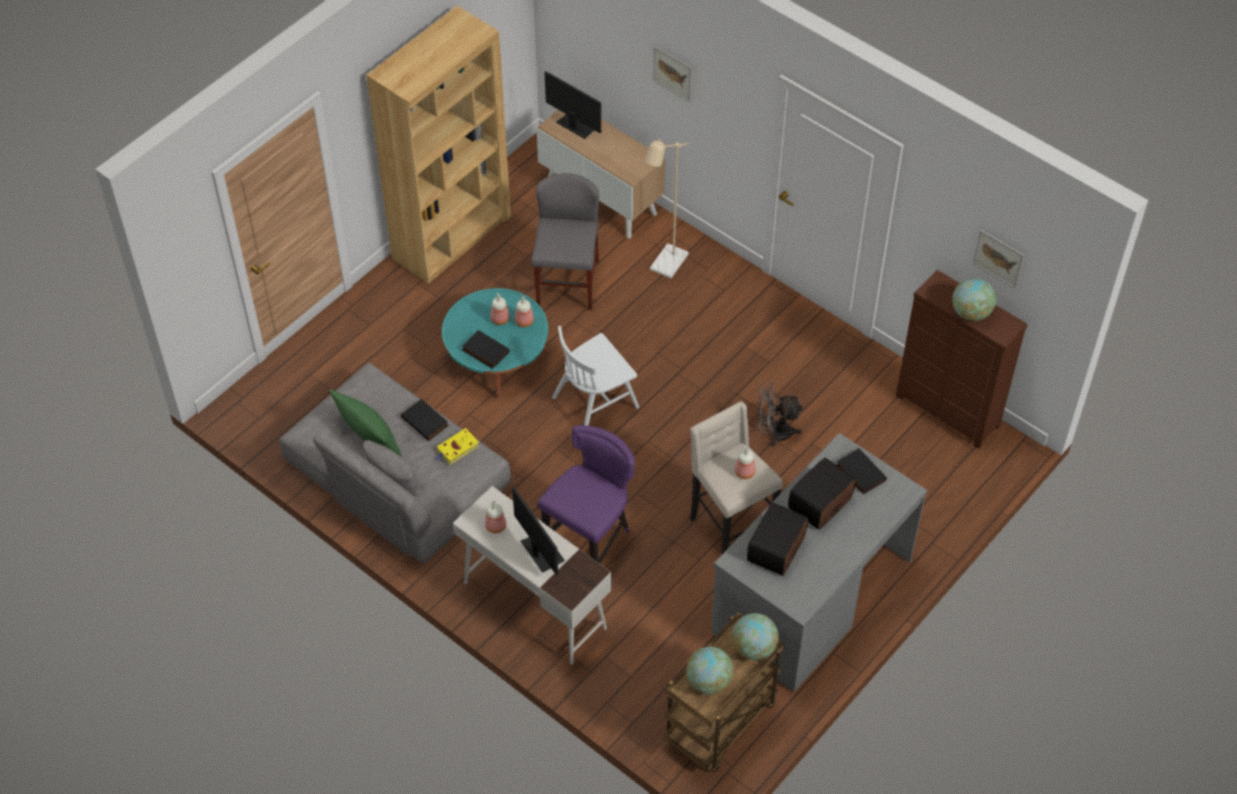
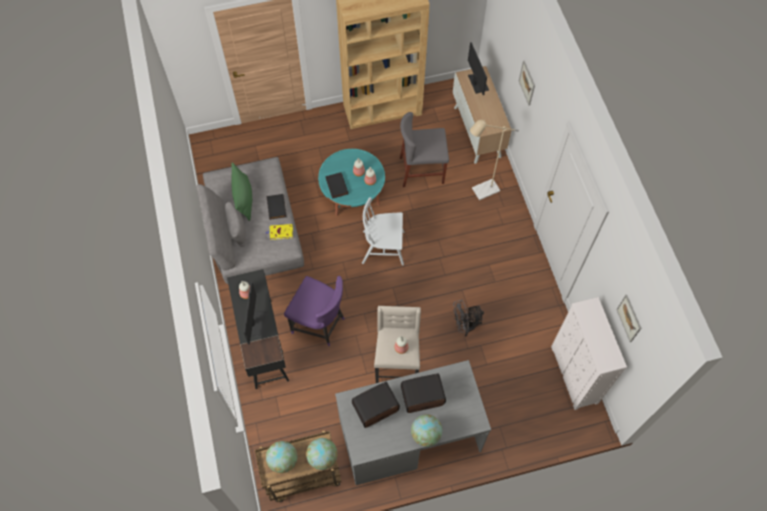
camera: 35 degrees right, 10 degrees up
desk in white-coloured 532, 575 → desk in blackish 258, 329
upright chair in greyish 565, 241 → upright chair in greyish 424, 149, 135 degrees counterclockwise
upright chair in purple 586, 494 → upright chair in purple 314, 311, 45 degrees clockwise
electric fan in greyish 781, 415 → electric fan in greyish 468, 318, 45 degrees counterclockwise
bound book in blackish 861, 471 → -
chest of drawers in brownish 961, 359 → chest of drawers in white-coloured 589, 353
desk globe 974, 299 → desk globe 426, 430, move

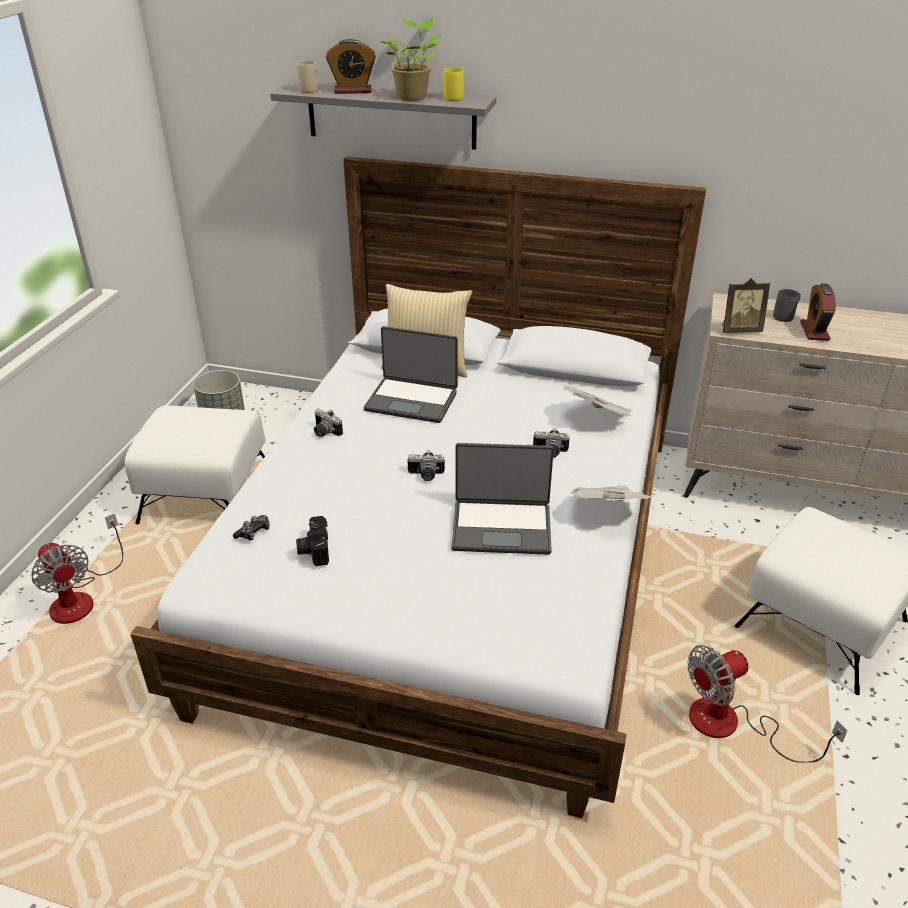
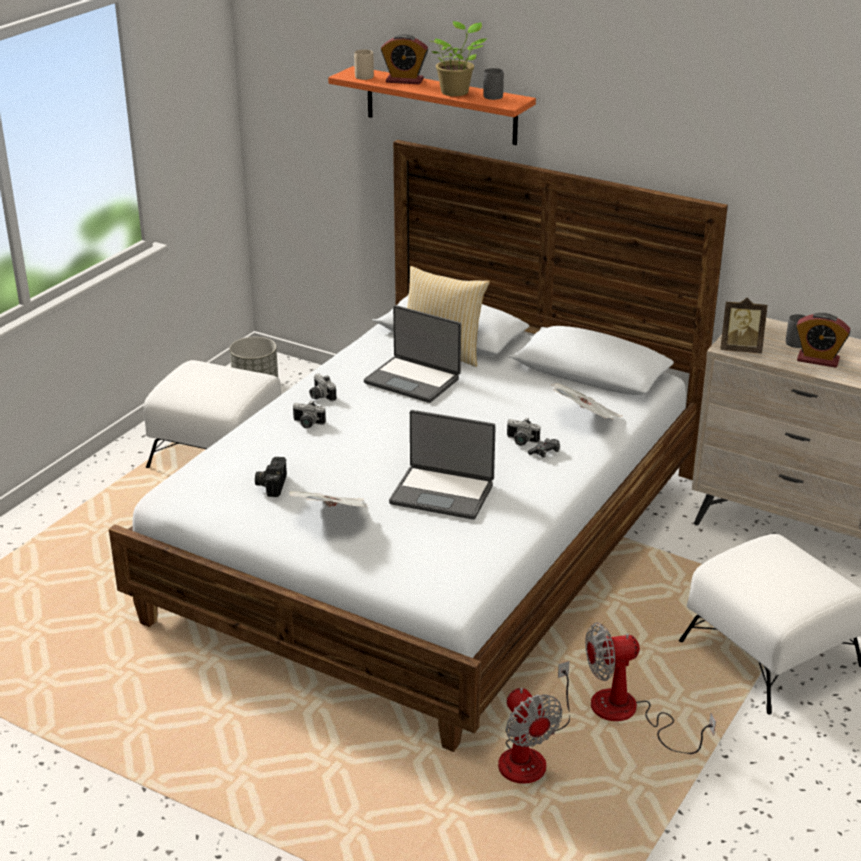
camera: 15 degrees right, 5 degrees down
electric fan 77, 568 → electric fan 534, 722, move
joypad 251, 528 → joypad 544, 448, move
wall shelf in greyish 383, 116 → wall shelf in orange-coloured 432, 105
still camera 426, 465 → still camera 309, 414, move
mug in yellowish 453, 84 → mug in greyish 493, 84
newspaper 611, 493 → newspaper 328, 499, move
alarm clock 818, 312 → alarm clock 823, 340, 90 degrees counterclockwise

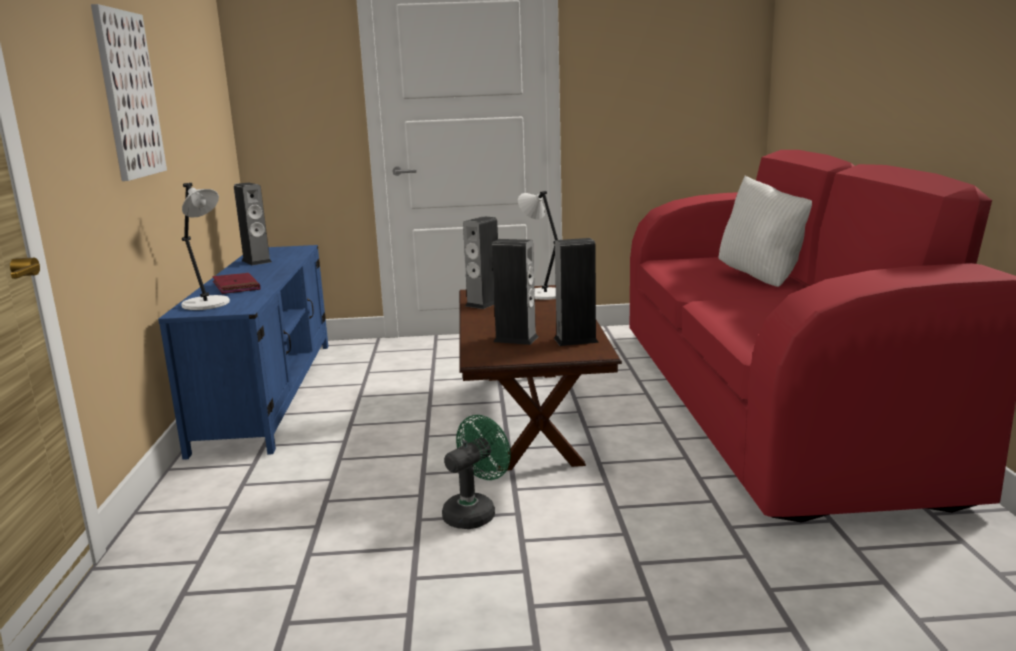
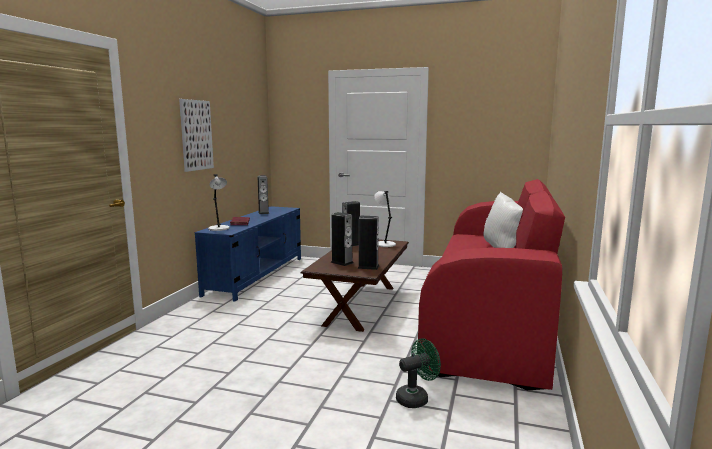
camera: 20 degrees right, 5 degrees down
electric fan in green-coloured 476, 472 → electric fan in green-coloured 418, 373, move

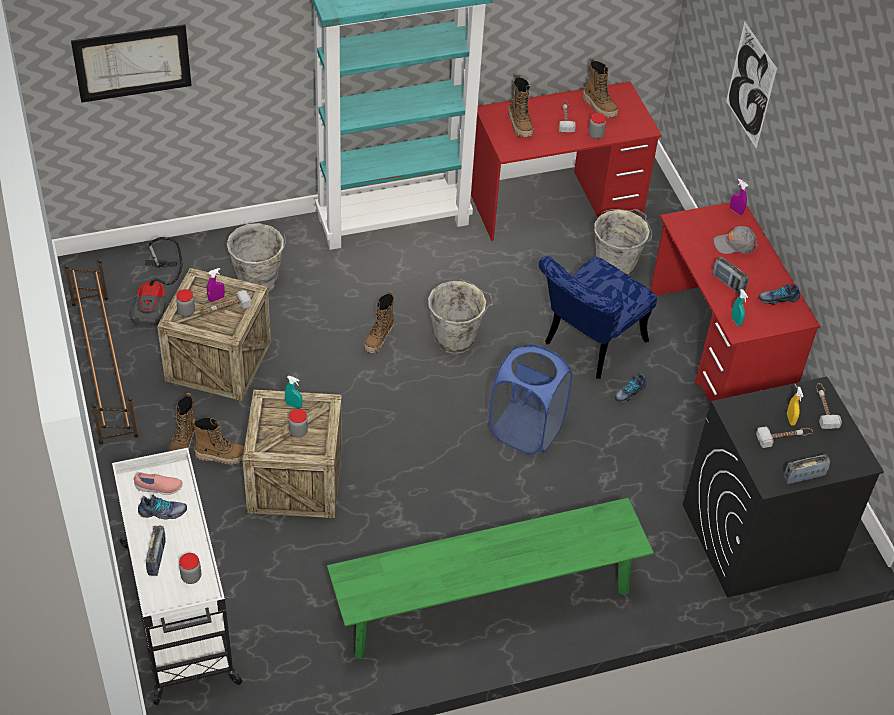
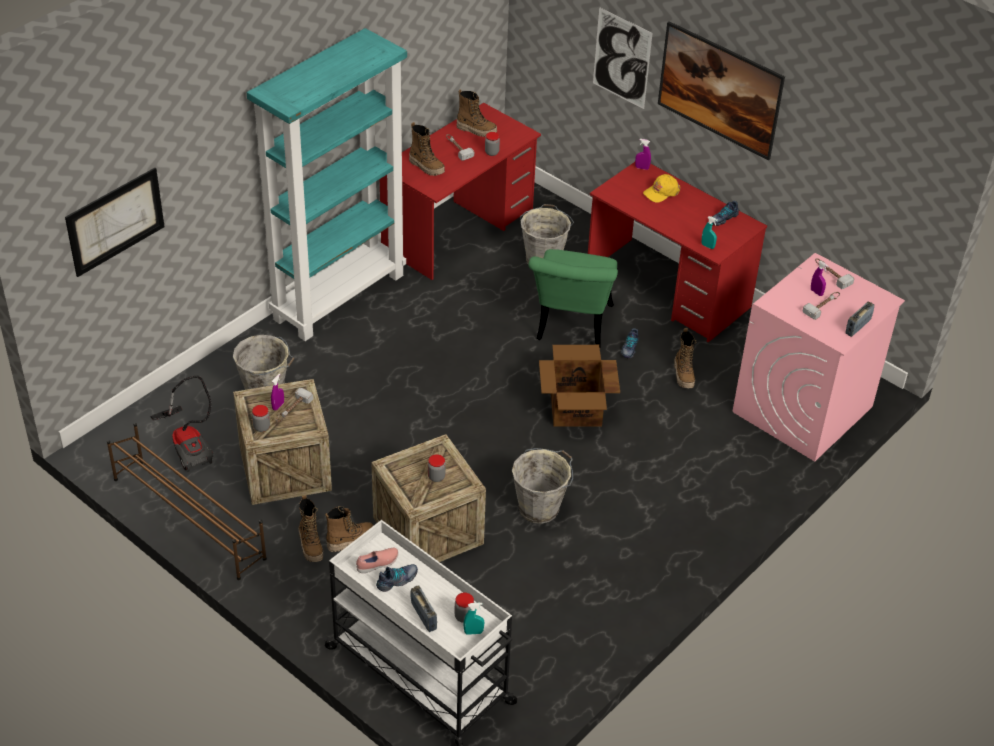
camera: 30 degrees left, 5 degrees down
hand sprayer in turquoise-coloured 293, 392 → hand sprayer in turquoise-coloured 474, 619, move
indoor bench in green-coloured 490, 578 → -
boot 379, 322 → boot 685, 358, move
bucket in greyish 460, 316 → bucket in greyish 542, 486, move
hamper in bluish 530, 399 → cardboard box 579, 386
upright chair in bluish 597, 317 → upright chair in green-coloured 573, 298
laundry machine in blackish 783, 487 → laundry machine in pink-coloured 819, 357
radio receiver 730, 275 → -
cap in greyish 736, 240 → cap in yellowish 661, 188
hand sprayer in yellowish 795, 406 → hand sprayer in purple 819, 278
- → wall art 721, 91

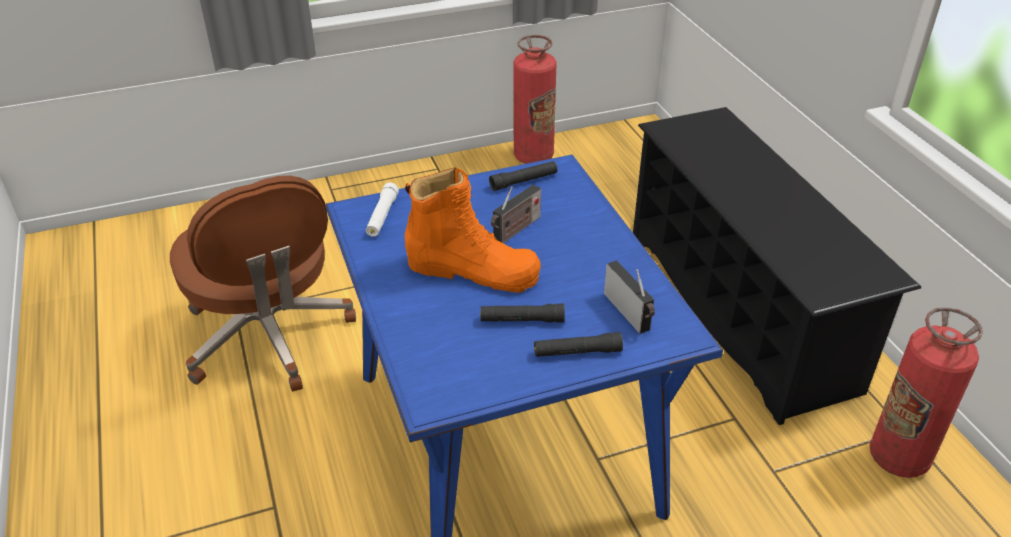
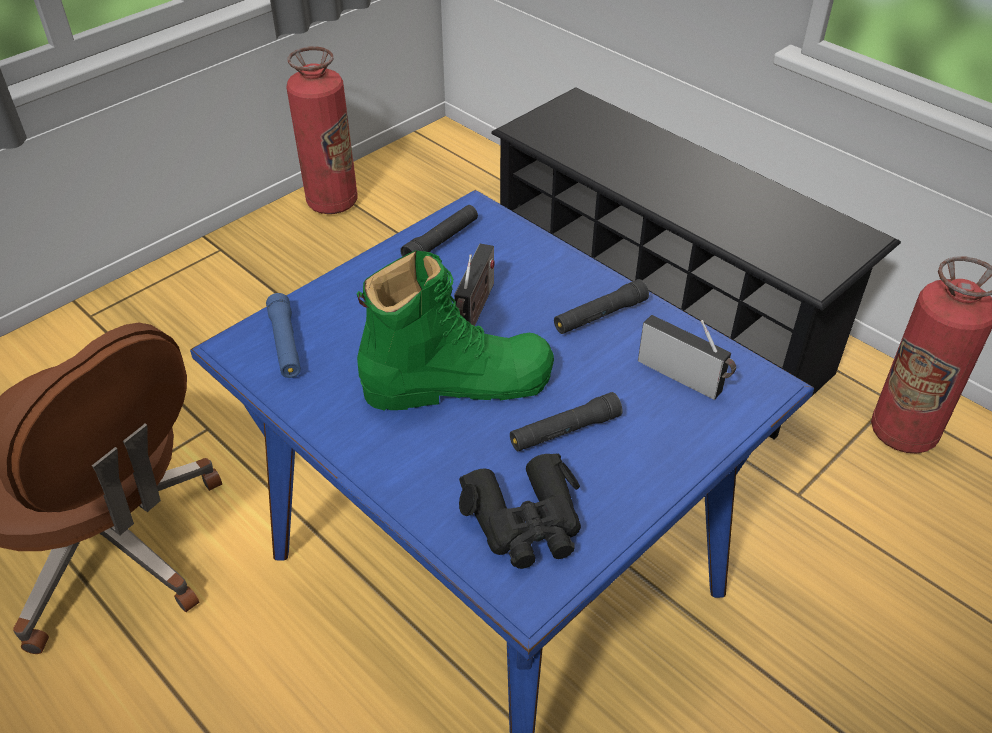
camera: 25 degrees left, 5 degrees up
hand torch in white-coloured 382, 210 → hand torch in bluish 283, 335
boot in orange-coloured 473, 230 → boot in green-coloured 455, 330
hand torch in blackish 578, 344 → hand torch in blackish 601, 306, move
- → binoculars in blackish 520, 511

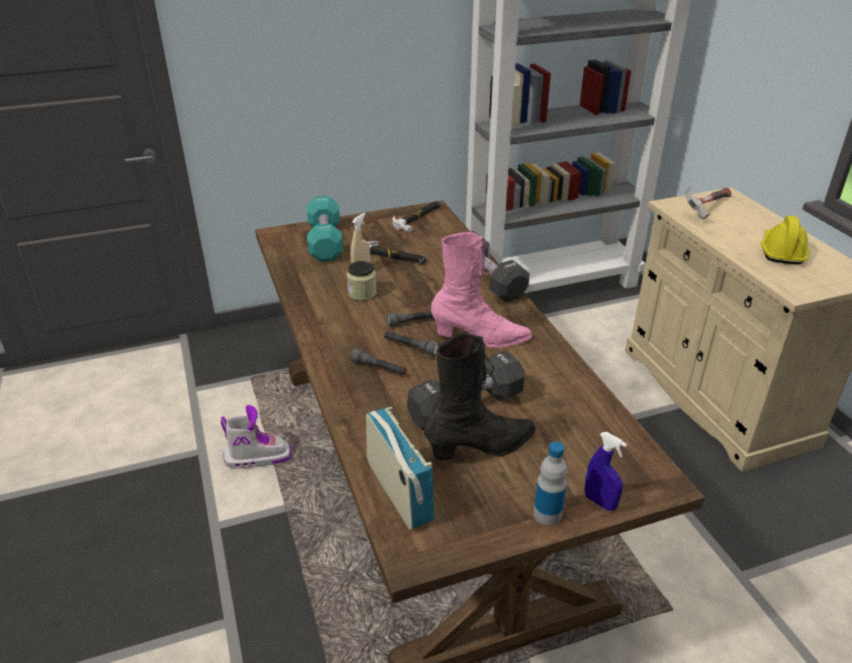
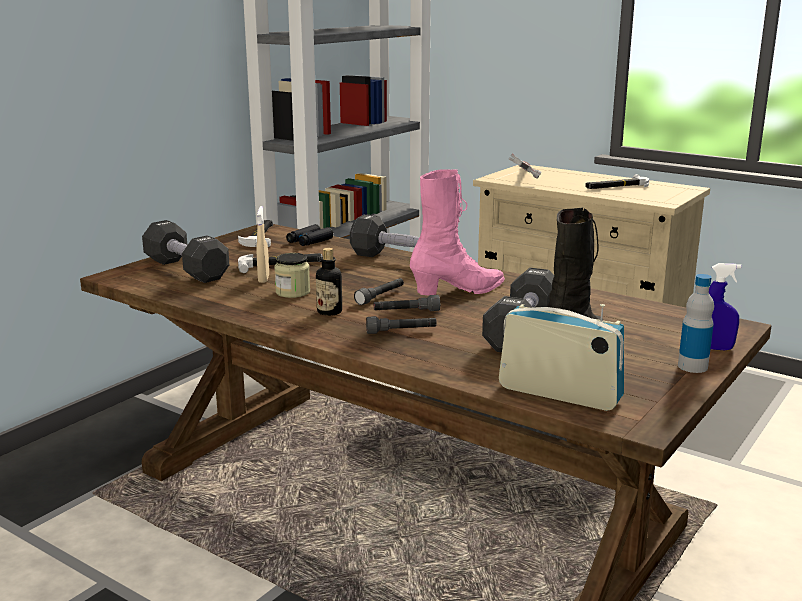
camera: 35 degrees left, 15 degrees down
boot 256, 437 → -
hand weight in turquoise-coloured 325, 228 → hand weight in blackish 185, 251
work helmet in yellowish 785, 239 → hammer 617, 181
- → binoculars in blackish 309, 235
- → drink bottle 329, 282

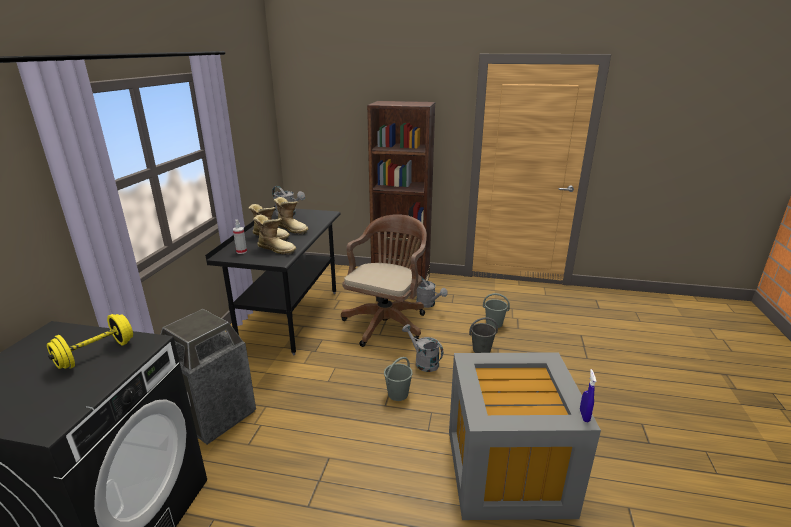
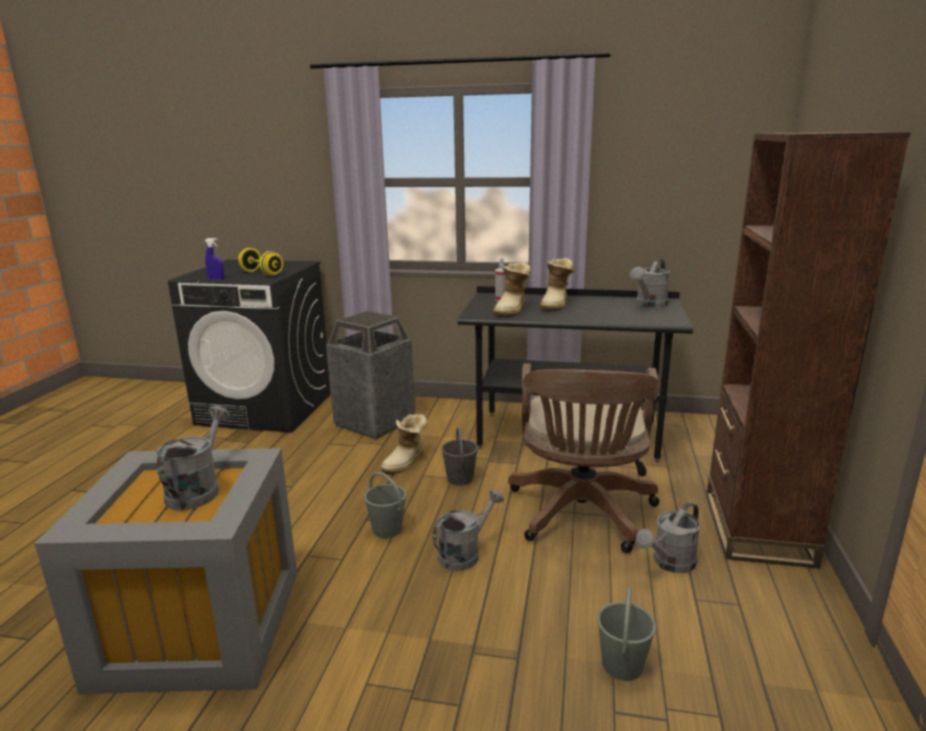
camera: 90 degrees right, 5 degrees down
boot 291, 215 → boot 403, 444, move
desk chair in brownish 384, 280 → desk chair in brownish 584, 458, 75 degrees clockwise
bucket in greyish 483, 335 → bucket in greyish 459, 456, move
hand sprayer in bluish 588, 395 → hand sprayer in bluish 214, 259, move
- → sprinkling can in greyish 193, 457

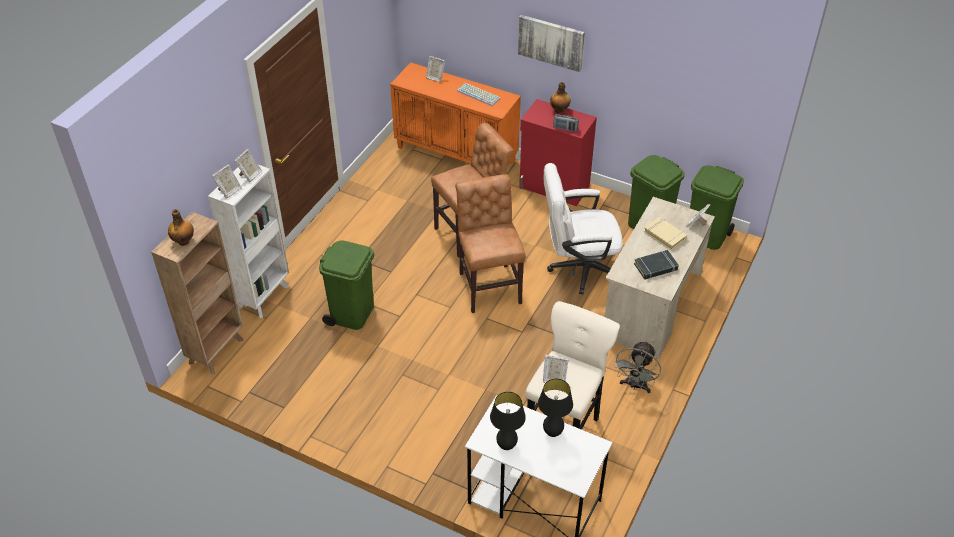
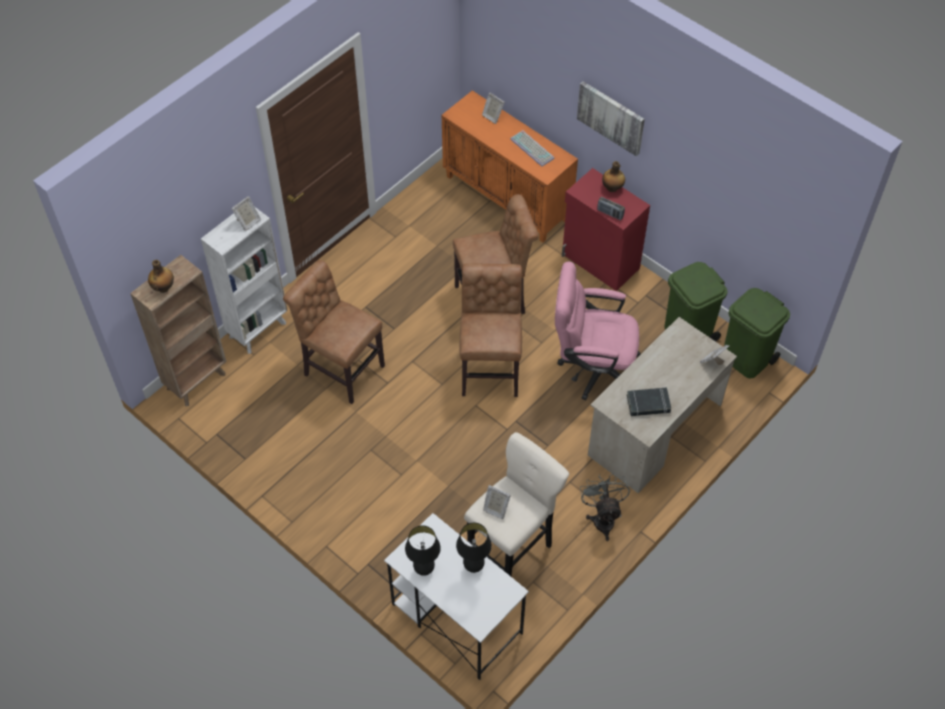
camera: 15 degrees right, 10 degrees up
photo frame 227, 182 → -
trash can in green-coloured 346, 285 → upright chair in brownish 334, 332
desk chair in white-coloured 583, 229 → desk chair in pink-coloured 598, 330
electric fan in greyish 637, 367 → electric fan in greyish 605, 507, 135 degrees clockwise
bound book in beige-coloured 665, 234 → -

